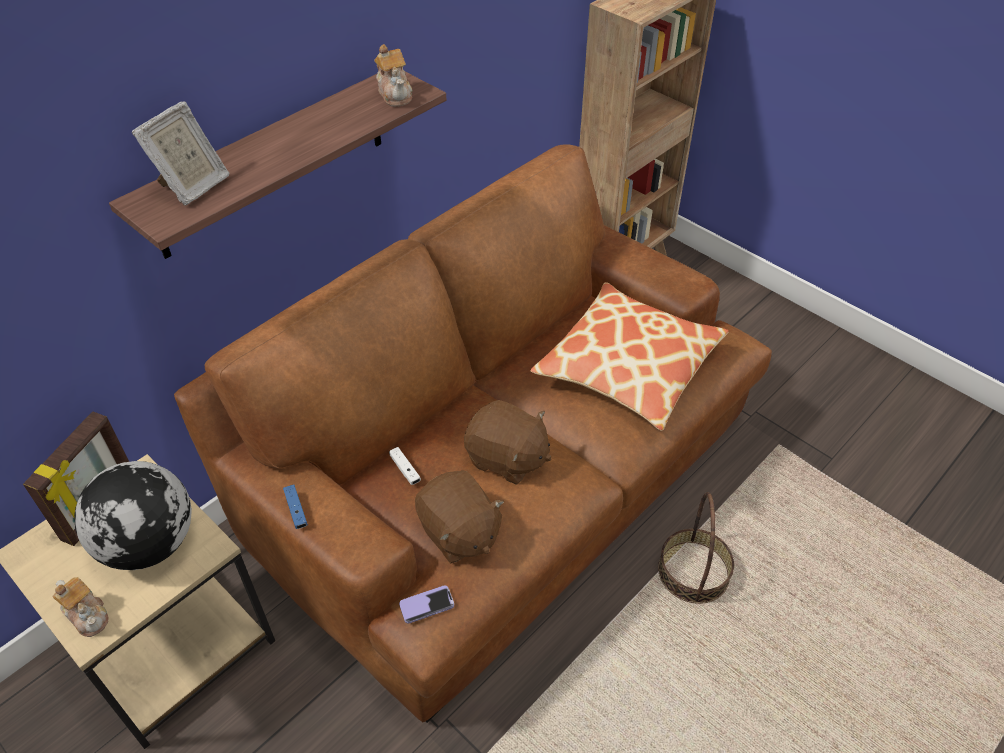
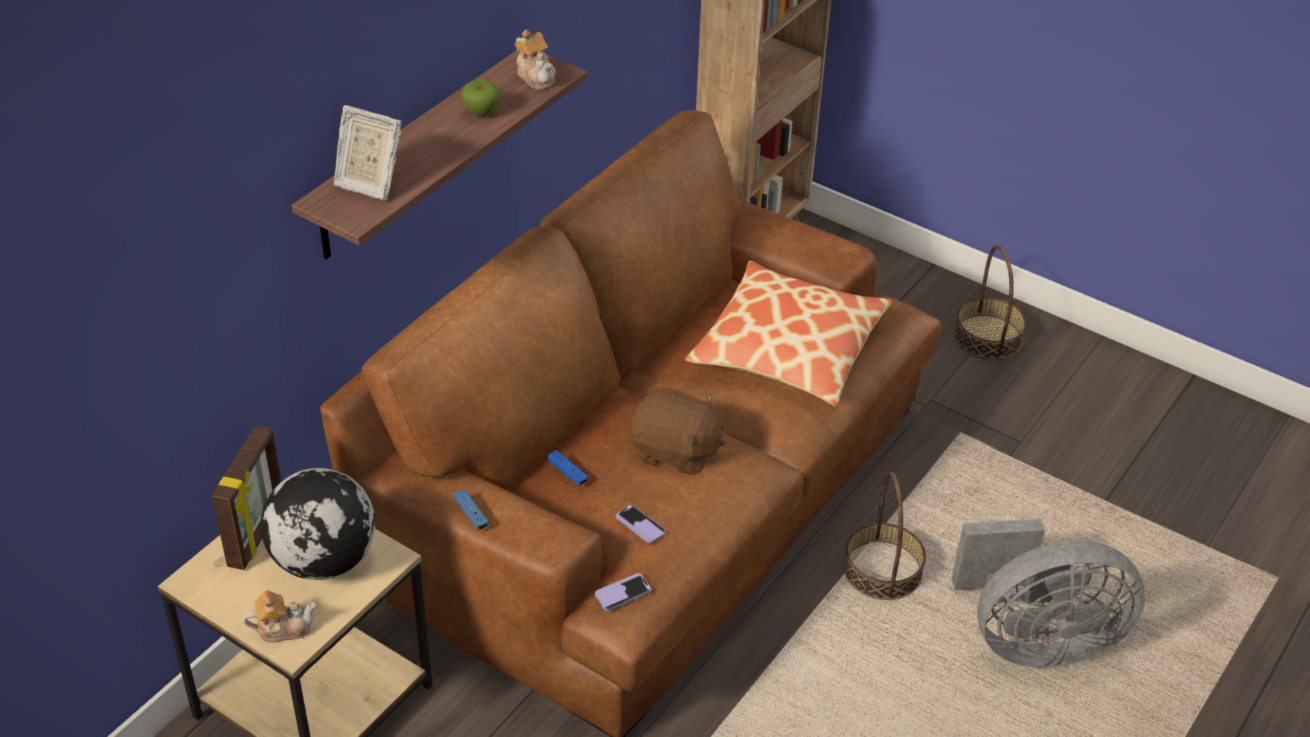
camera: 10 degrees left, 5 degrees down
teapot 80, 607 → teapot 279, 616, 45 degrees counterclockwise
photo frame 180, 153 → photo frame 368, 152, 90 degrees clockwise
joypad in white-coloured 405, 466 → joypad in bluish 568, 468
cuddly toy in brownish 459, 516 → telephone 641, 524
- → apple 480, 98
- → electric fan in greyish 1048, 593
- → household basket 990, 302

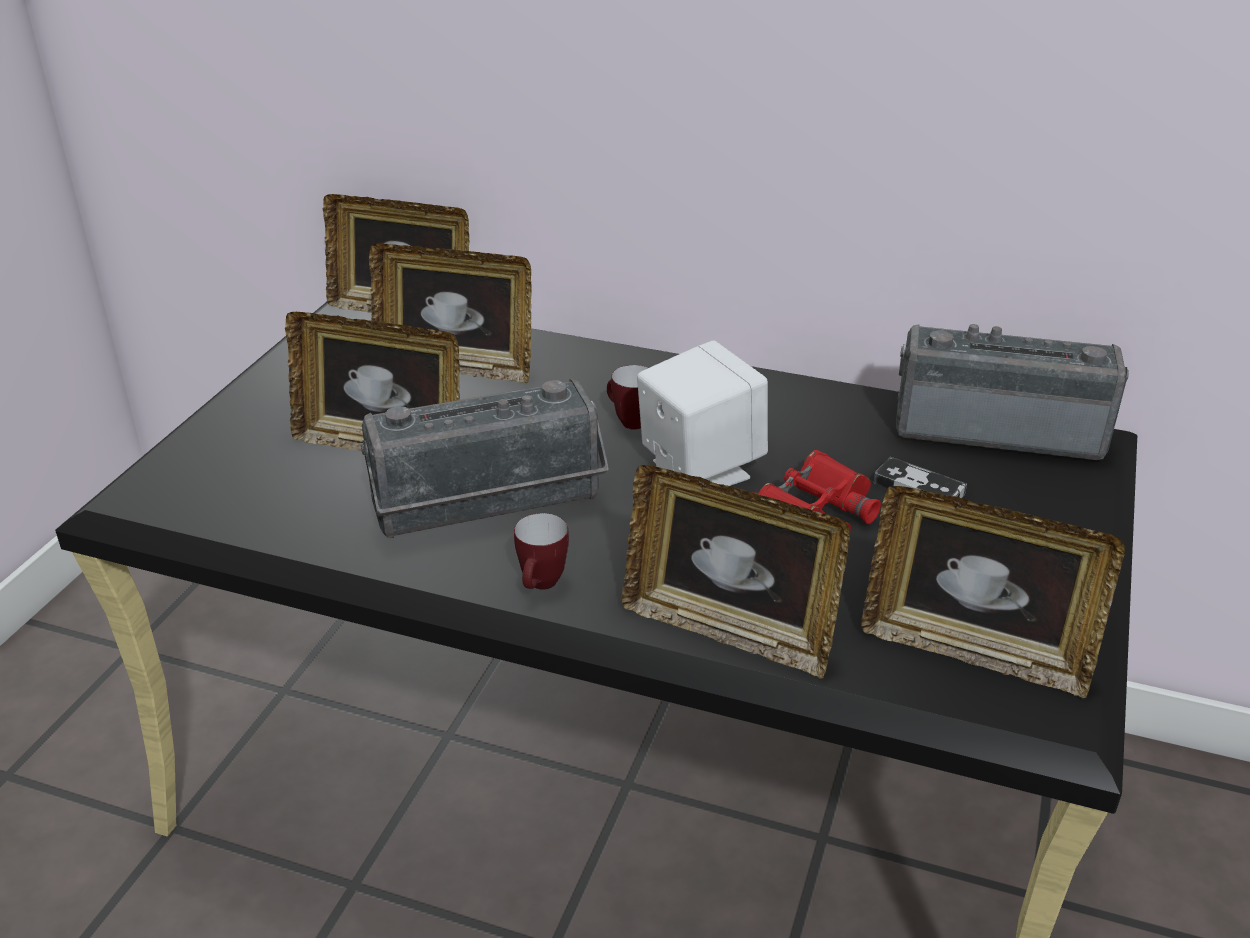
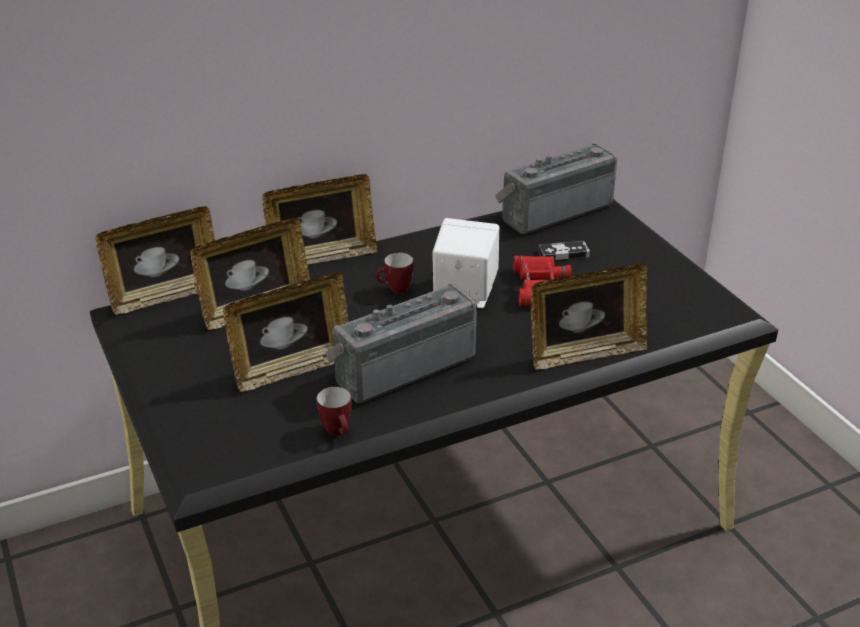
camera: 45 degrees left, 0 degrees up
radio receiver 485, 458 → radio receiver 401, 343, 150 degrees counterclockwise
mug 541, 551 → mug 334, 411, move
photo frame 993, 592 → photo frame 319, 219, move

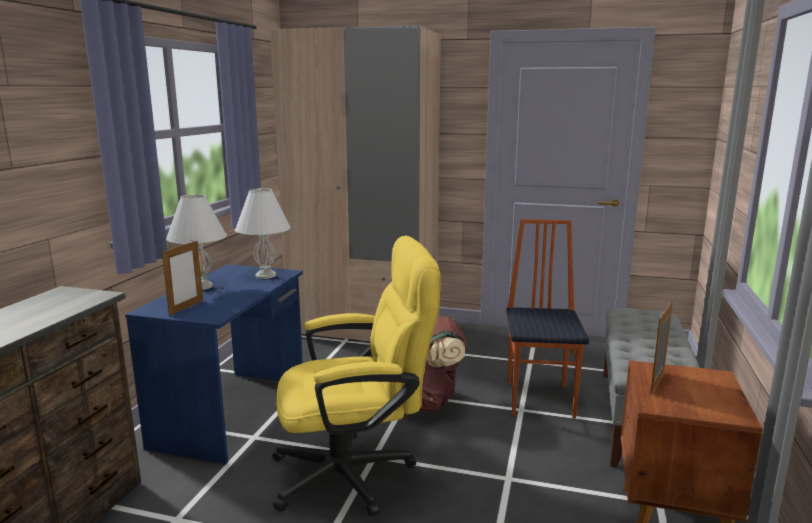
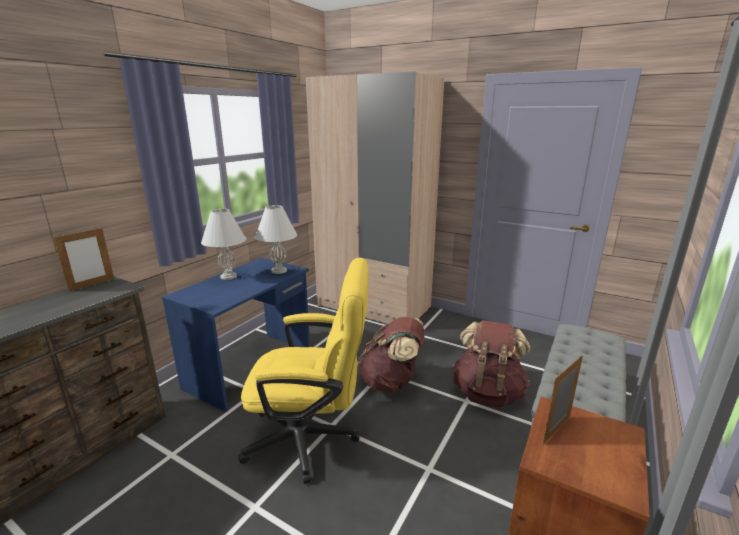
camera: 15 degrees right, 5 degrees up
photo frame 182, 278 → photo frame 83, 259, move
upright chair 547, 319 → backpack in brownish 491, 364

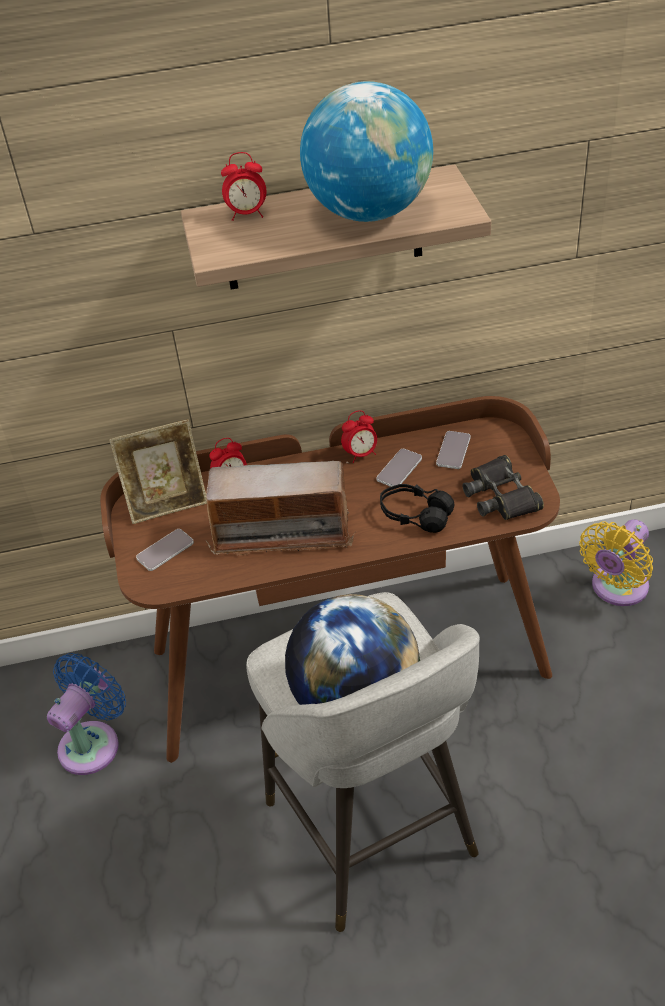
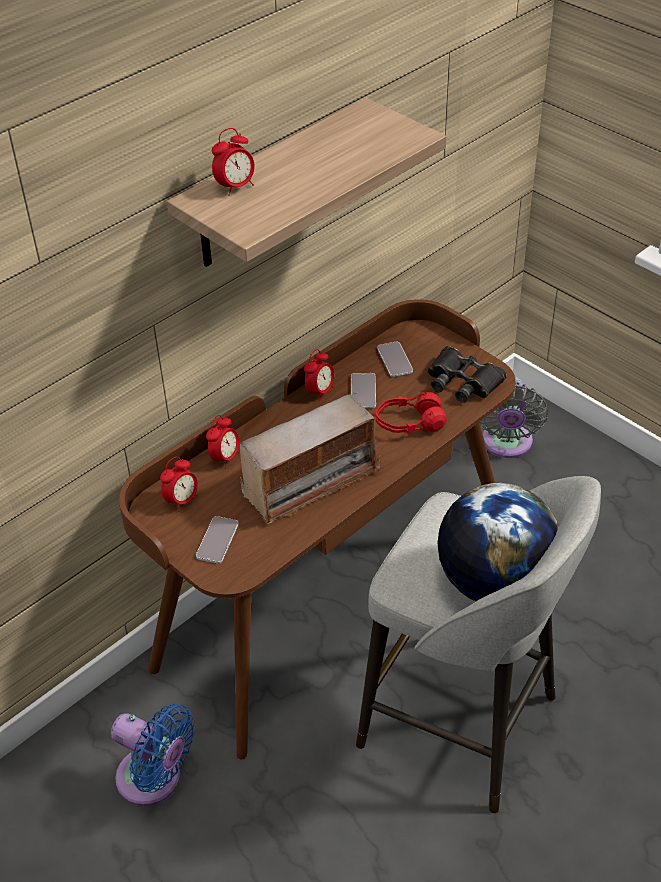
camera: 35 degrees left, 0 degrees up
electric fan in bluish 86, 714 → electric fan in bluish 152, 755, 120 degrees clockwise
photo frame 158, 471 → alarm clock 179, 484
desk globe 366, 151 → -
headset in blackish 417, 508 → headset in red 411, 413
electric fan in yellowish 616, 562 → electric fan in greyish 514, 417

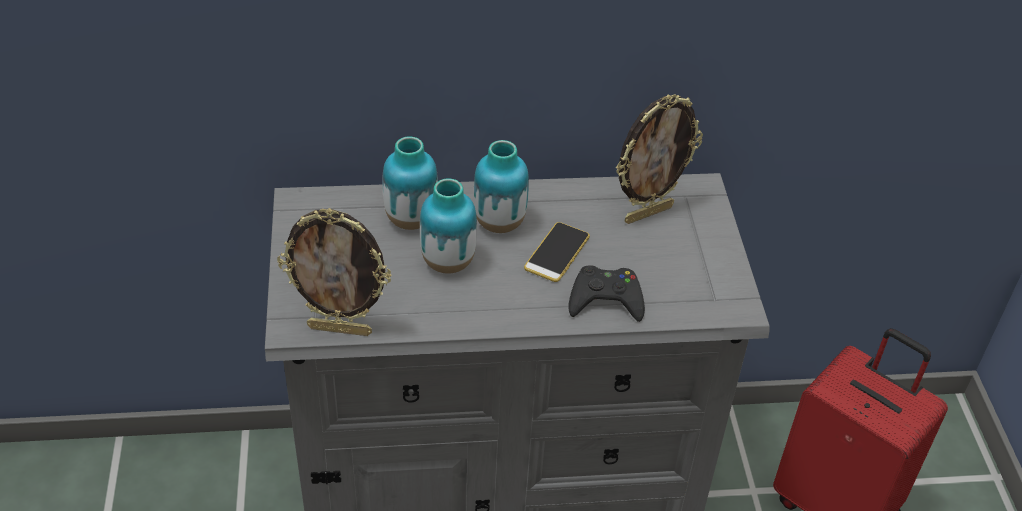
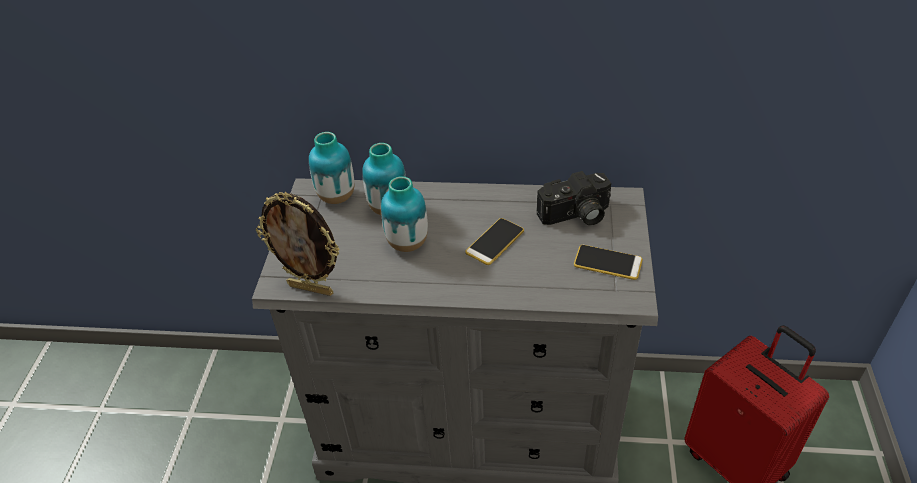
camera: 15 degrees right, 0 degrees up
vase 501, 186 → vase 331, 168, move
joypad in blackish 606, 293 → -
photo frame 659, 159 → still camera 574, 198
- → telephone 608, 262

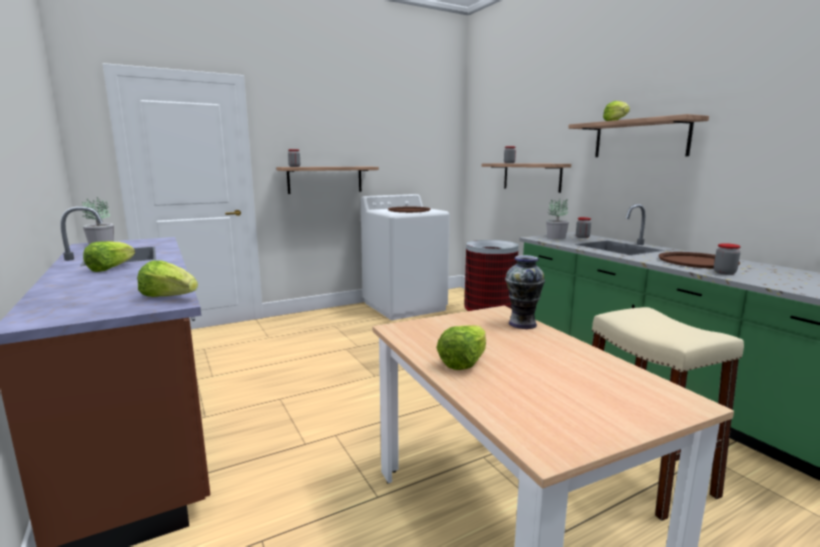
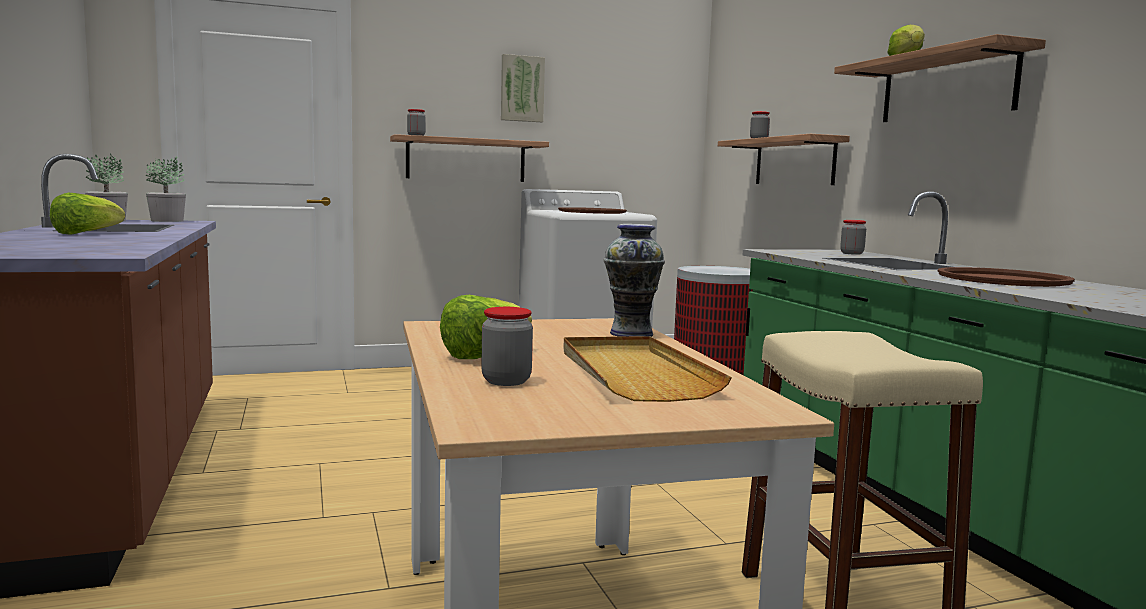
camera: 10 degrees right, 5 degrees down
lettuce head 167, 278 → -
potted plant 557, 218 → potted plant 165, 189, move
preserve jar 727, 259 → preserve jar 507, 346, move
- → wall art 523, 88
- → serving tray in beige-coloured 647, 369

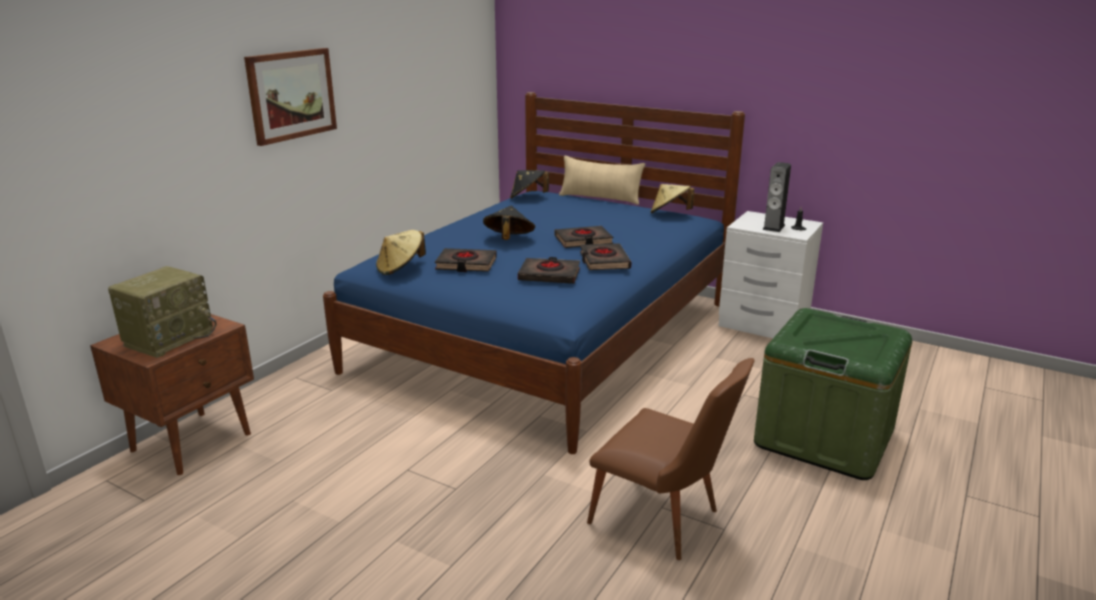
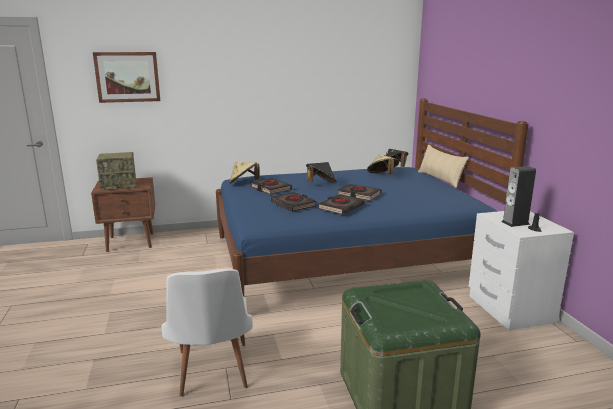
camera: 45 degrees right, 5 degrees down
wall art 290, 97 → wall art 126, 77, move
upright chair in brownish 671, 459 → upright chair in white-coloured 207, 333
hat in beige-coloured 672, 199 → hat in beige-coloured 383, 164, move

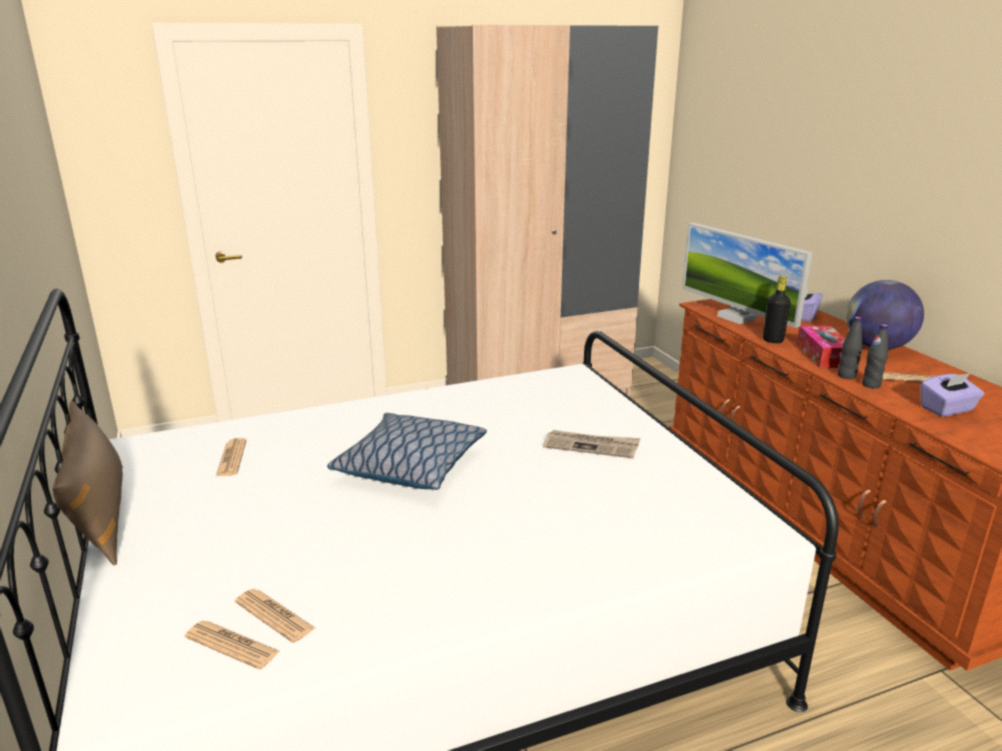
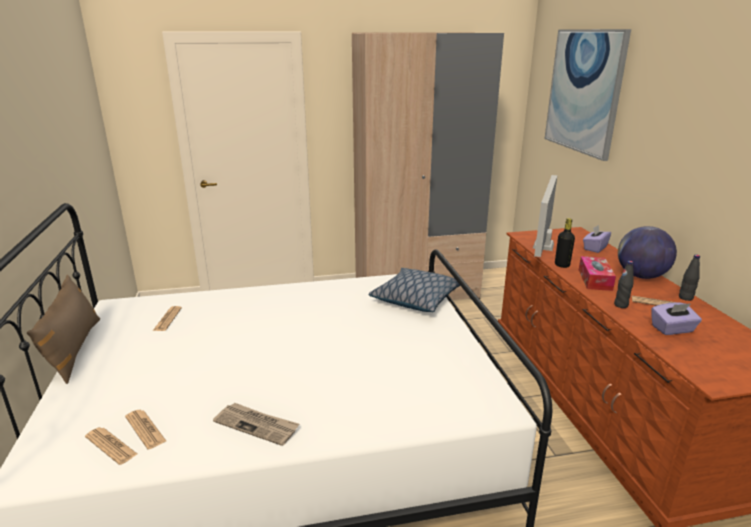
camera: 10 degrees right, 0 degrees up
pillow 407, 451 → pillow 414, 290, move
newspaper 591, 444 → newspaper 256, 424, move
computer screen 747, 275 → computer screen 545, 216, 45 degrees clockwise
drink bottle in blackish 850, 348 → drink bottle in blackish 689, 277, move
- → wall art 587, 95

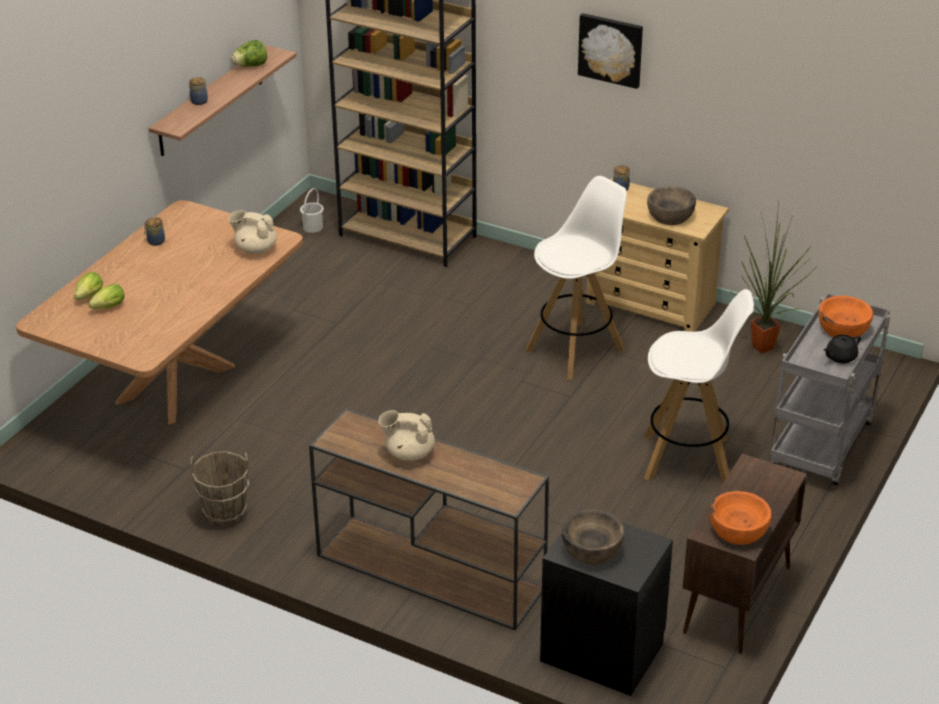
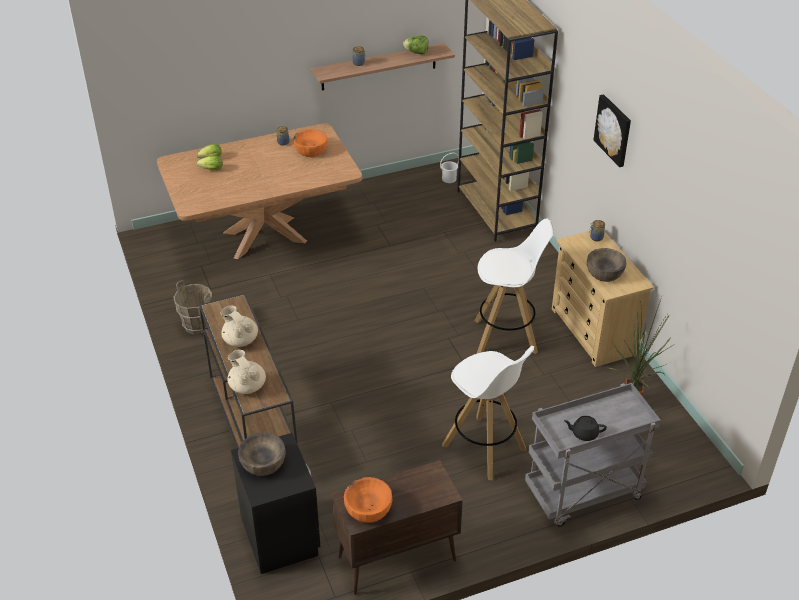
camera: 40 degrees right, 5 degrees up
teapot in beige-coloured 252, 232 → teapot in beige-coloured 246, 372, move
deep dish in orange-coloured 845, 317 → deep dish in orange-coloured 310, 143, move

